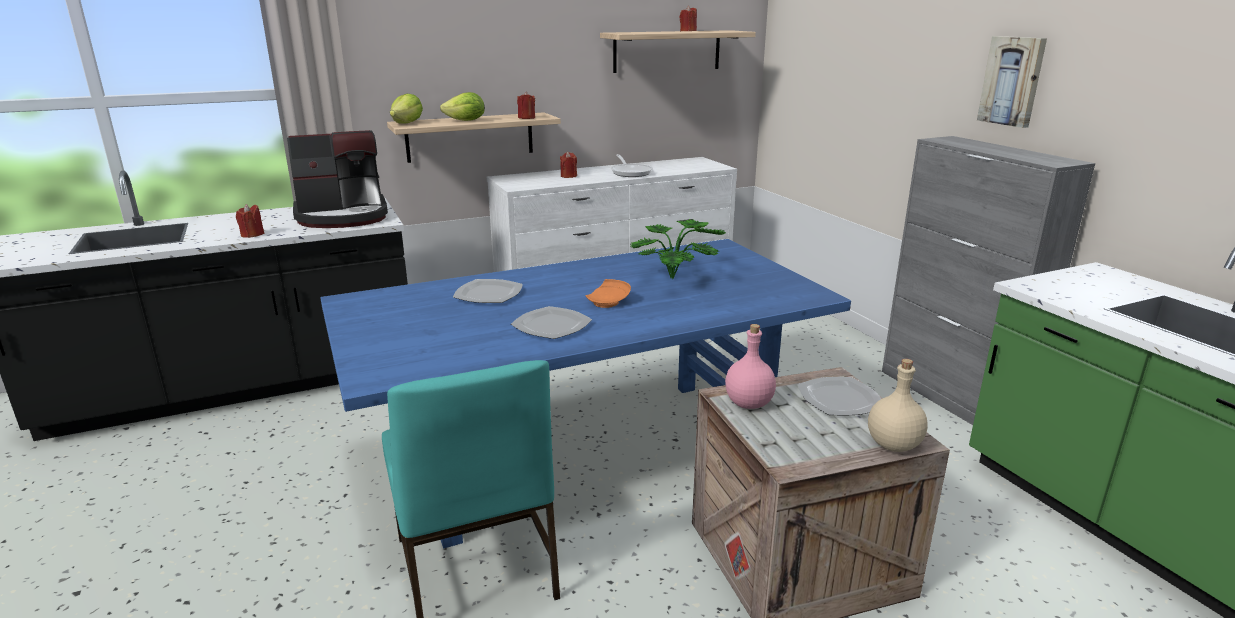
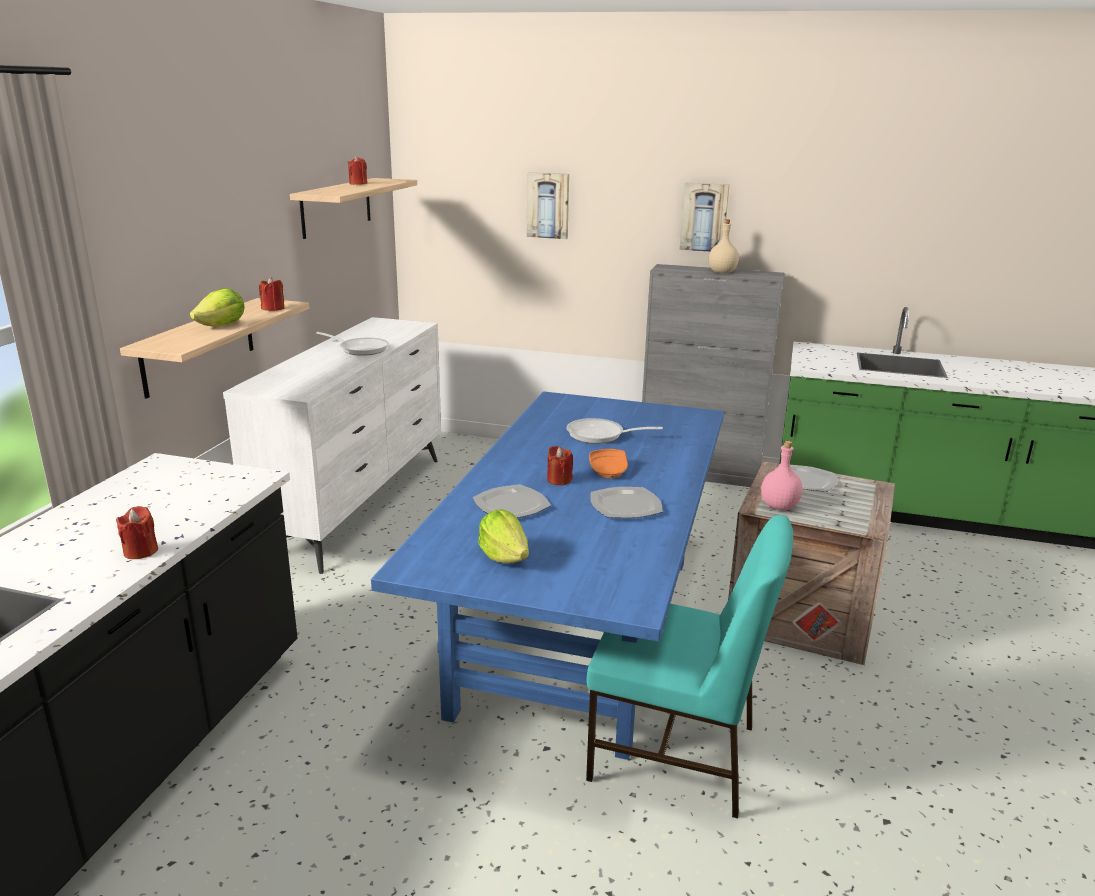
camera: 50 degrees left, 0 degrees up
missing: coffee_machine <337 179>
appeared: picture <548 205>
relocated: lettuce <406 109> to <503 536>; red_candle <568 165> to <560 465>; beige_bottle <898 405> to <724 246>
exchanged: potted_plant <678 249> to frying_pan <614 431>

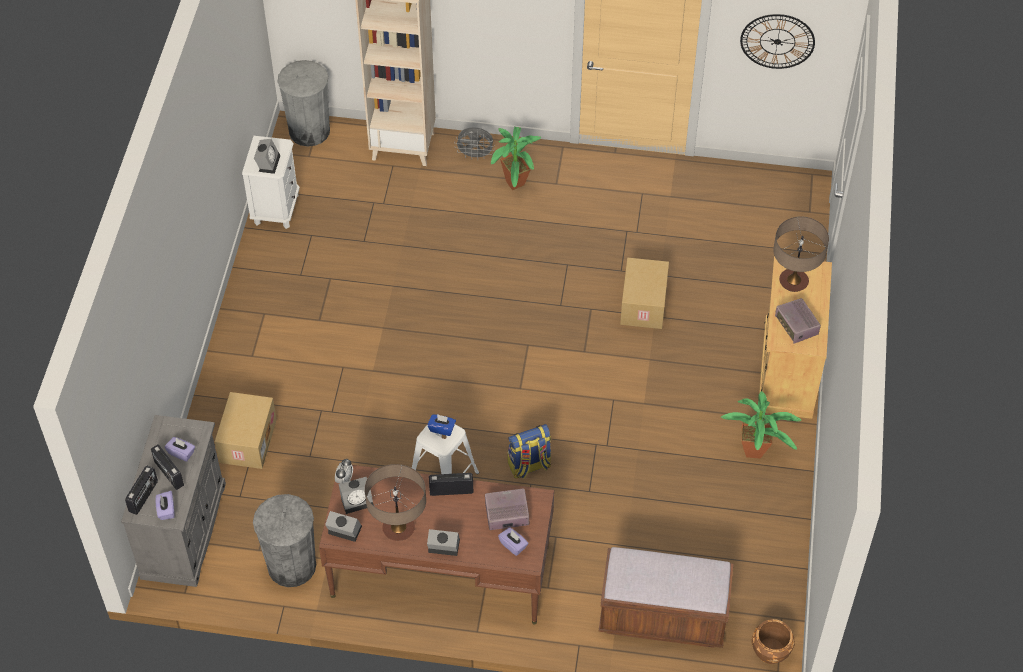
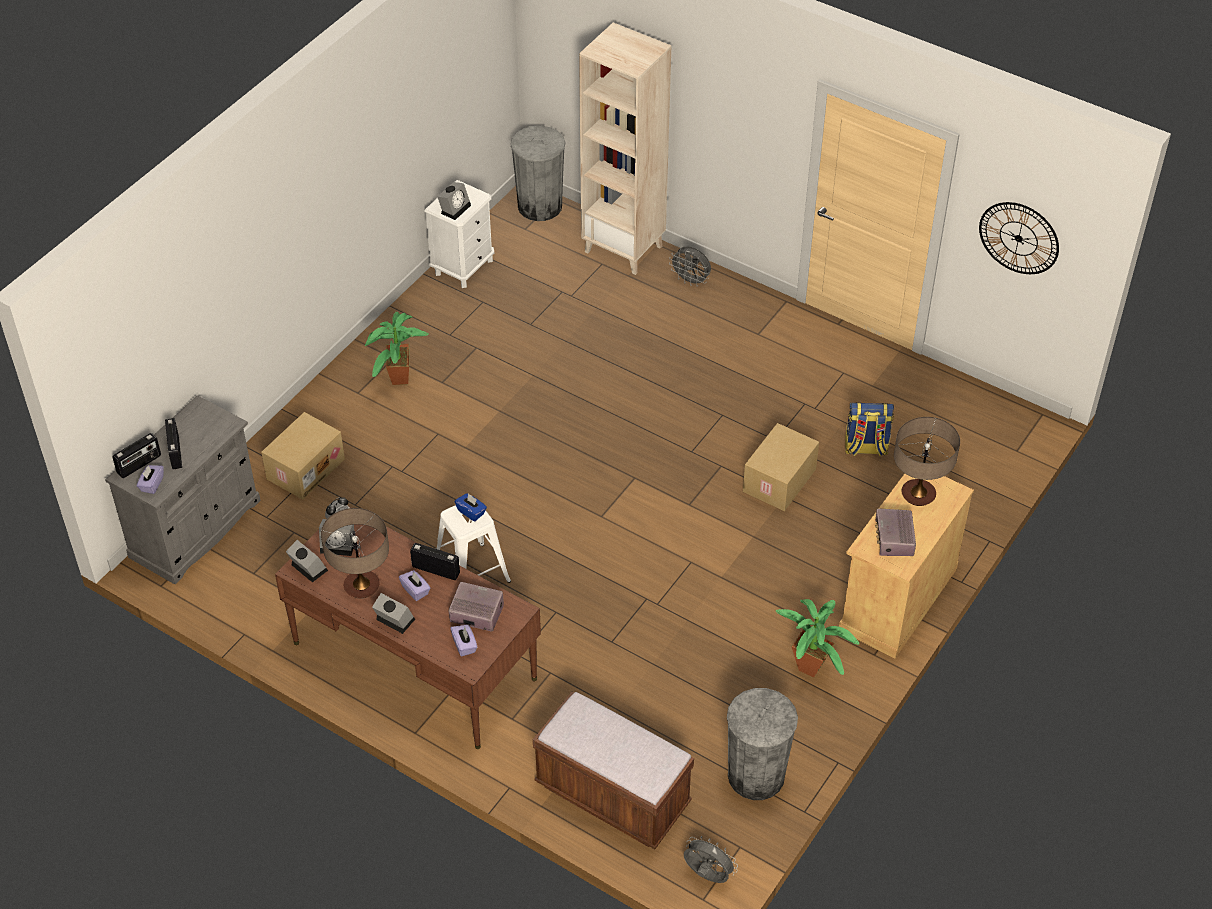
camera: 25 degrees right, 5 degrees down
relocated: potted_plant <516 158> to <396 348>; purple_tissue_box <180 449> to <415 585>; grey_trash_can <284 540> to <762 744>; backpack <529 451> to <869 429>
exchanged: brown_planter <773 641> to grey_fan <711 859>

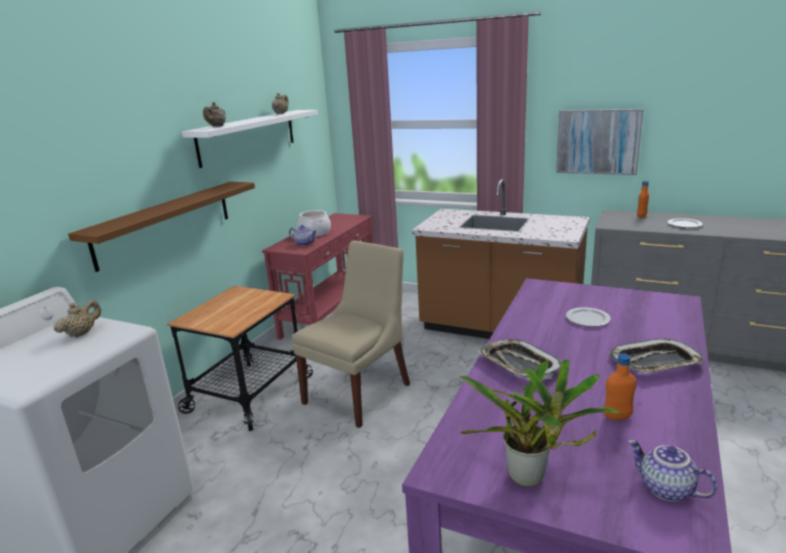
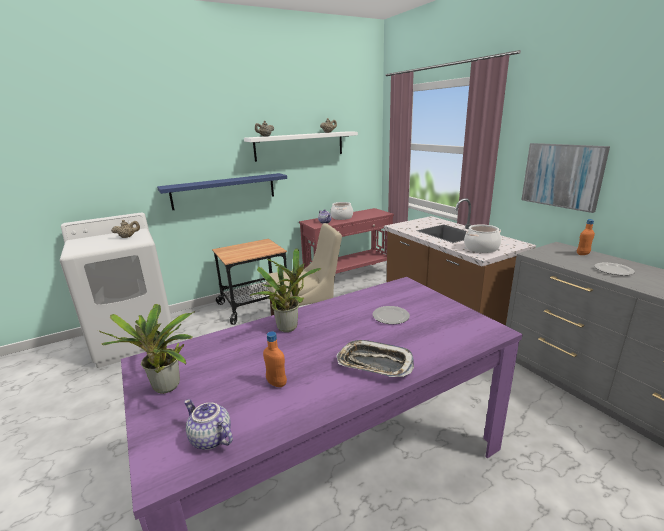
camera: 35 degrees right, 0 degrees up
appeared: cooking_pot <482 238>
exchanged: tray <520 359> to potted_plant <285 290>
colour: brown_shelf <161 227> to blue_shelf <222 191>
spun: teapot <672 470> = <208 424> 45 degrees counterclockwise

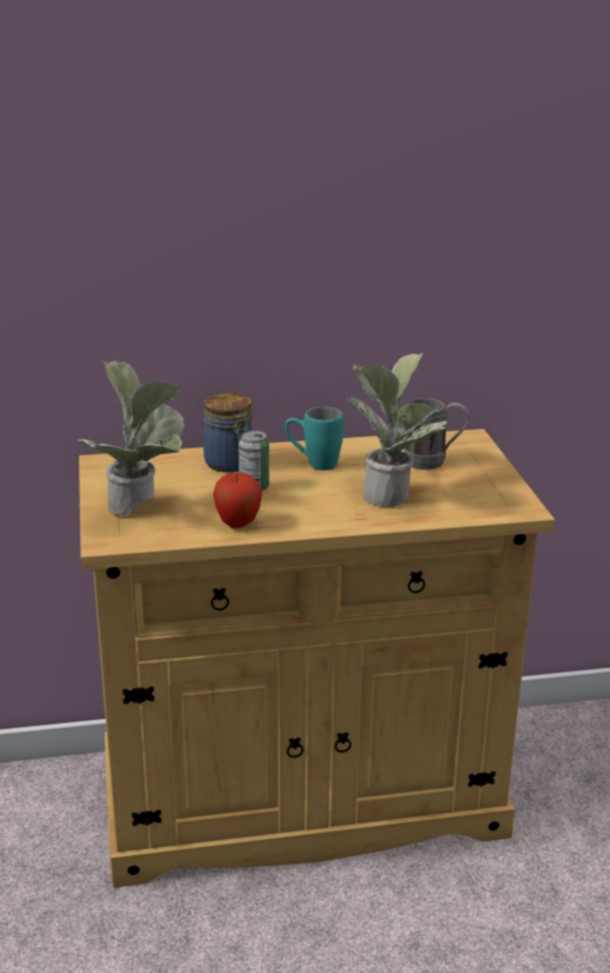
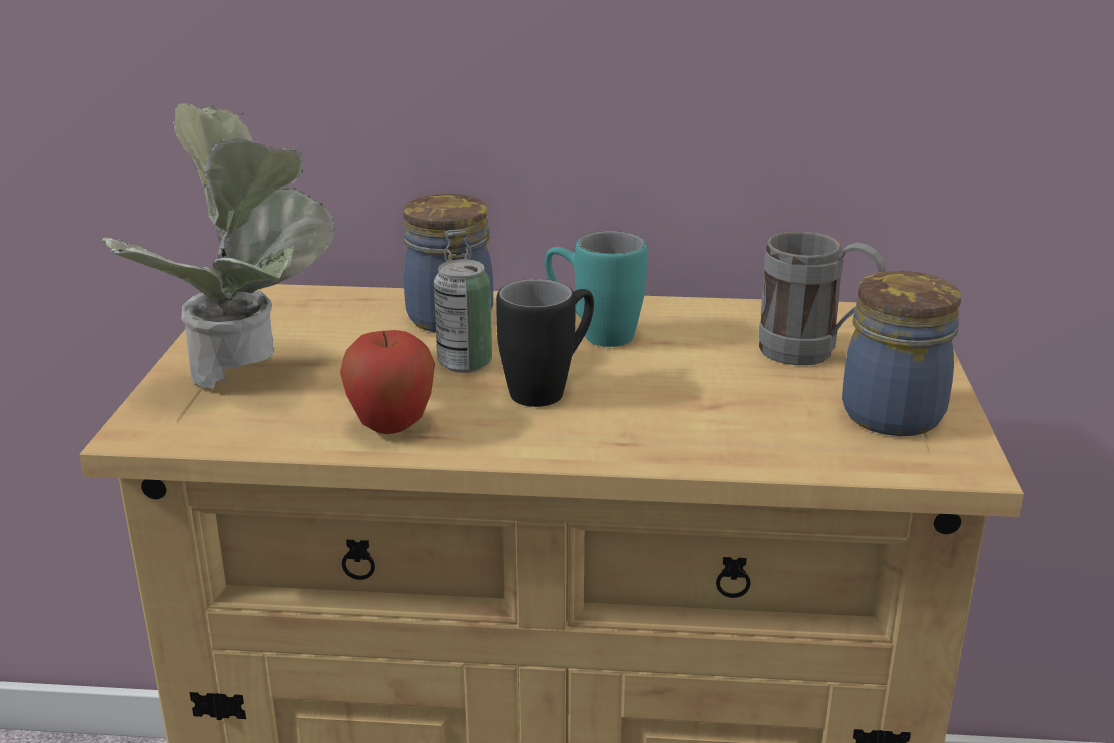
camera: 15 degrees right, 0 degrees up
missing: potted_plant <397 430>
appeared: black_mug <545 343>; jar <901 353>

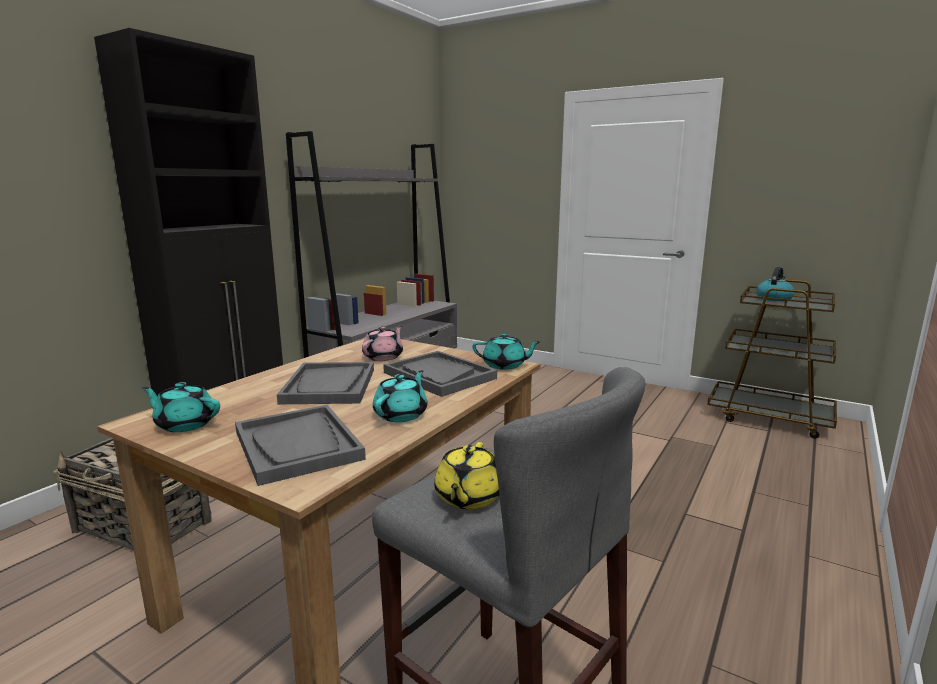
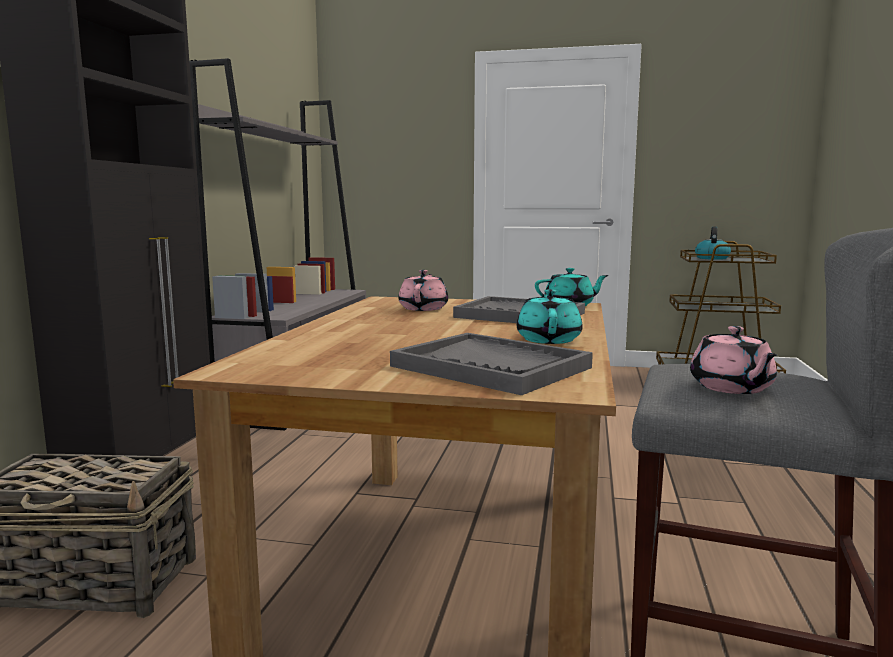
camera: 20 degrees left, 5 degrees down
missing: turquoise_teapot <181 407>; grey_tray <325 383>
colour: yellow_teapot <467 475> to pink_teapot <733 360>

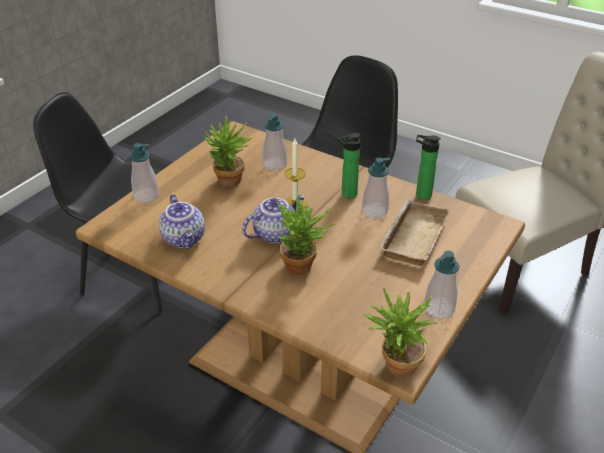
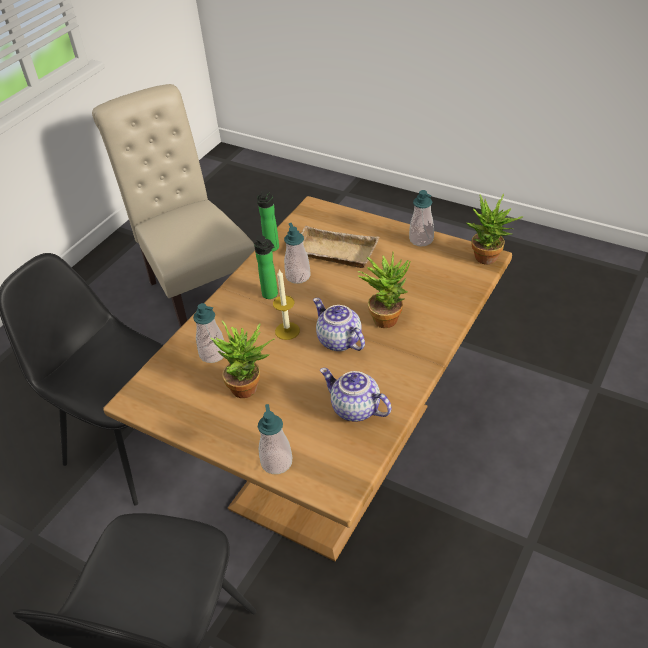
camera: 90 degrees left, 5 degrees up
spun: teapot <182 221> = <356 395> 120 degrees counterclockwise

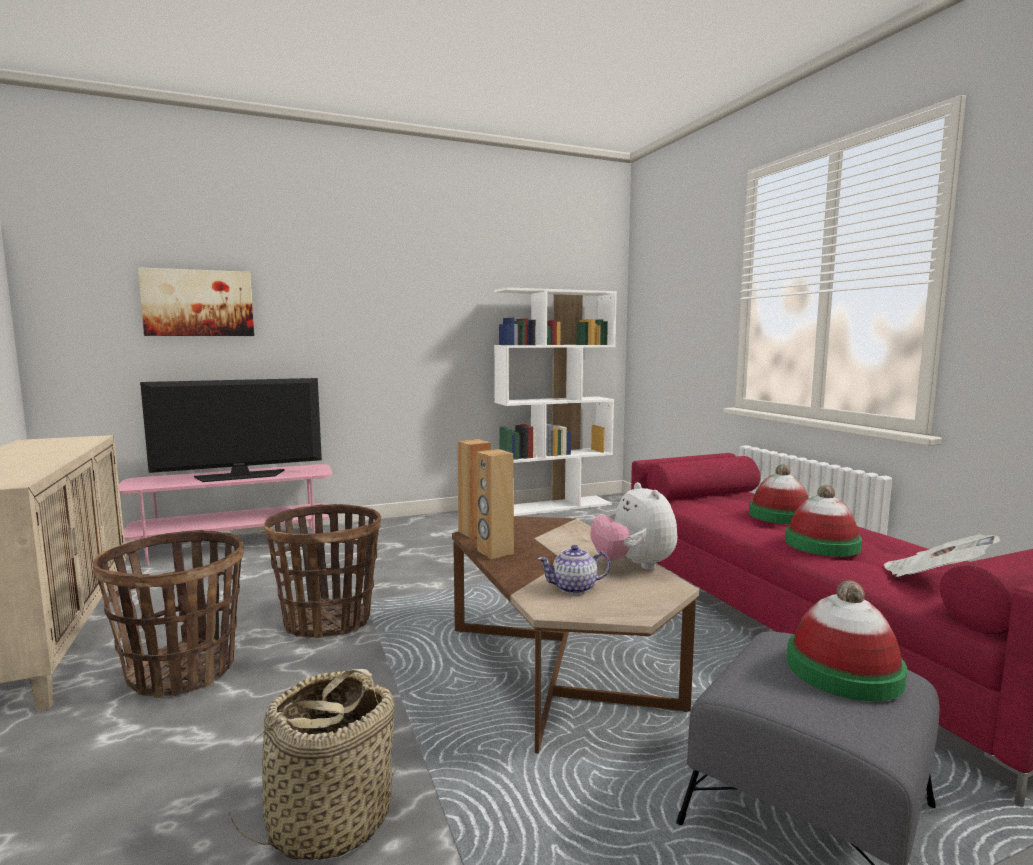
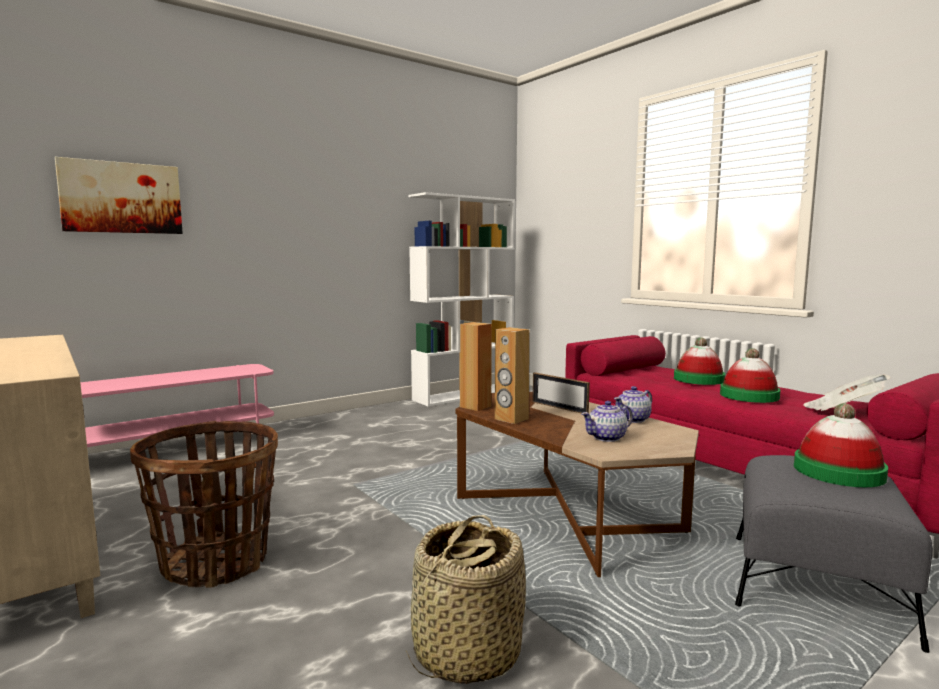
camera: 15 degrees left, 0 degrees up
missing: television <231 430>; basket <322 571>
appeared: picture_frame <561 392>
exchanged: plush_toy <634 526> to teapot <633 404>

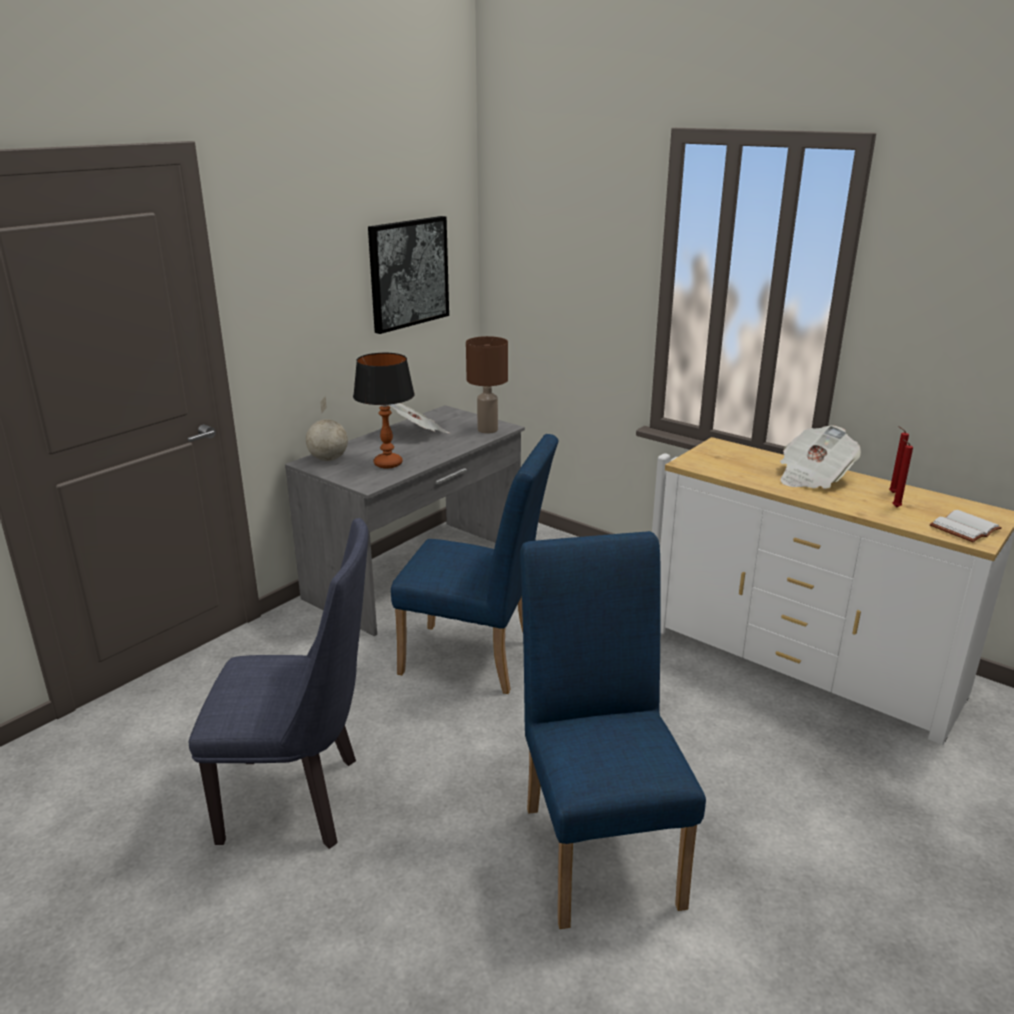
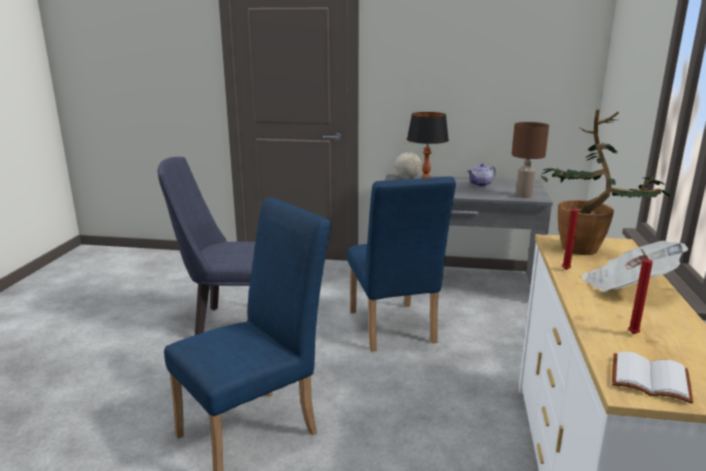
camera: 60 degrees right, 5 degrees down
missing: picture <408 275>
appeared: potted_plant <606 182>
relocated: red_candle <899 459> to <570 235>
exchanged: newspaper <419 418> to teapot <481 175>
spun: blue_chair <278 683> = <206 246> 120 degrees clockwise

